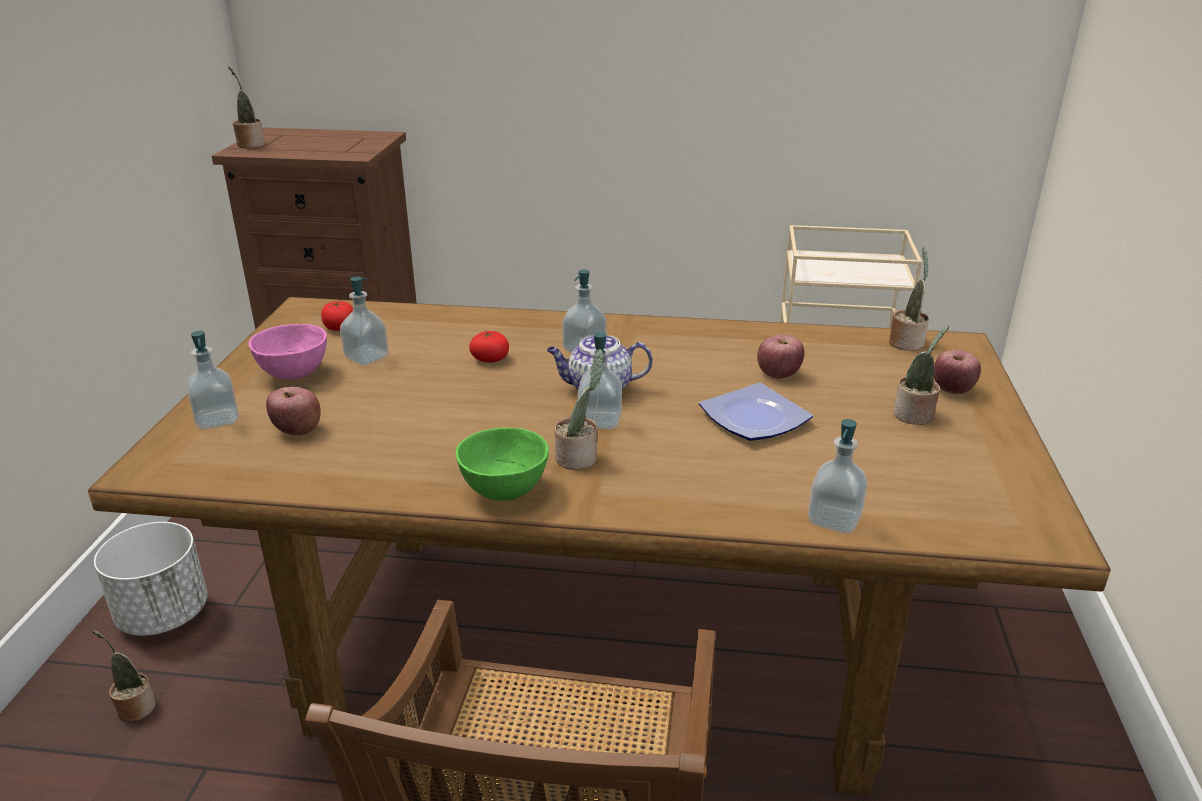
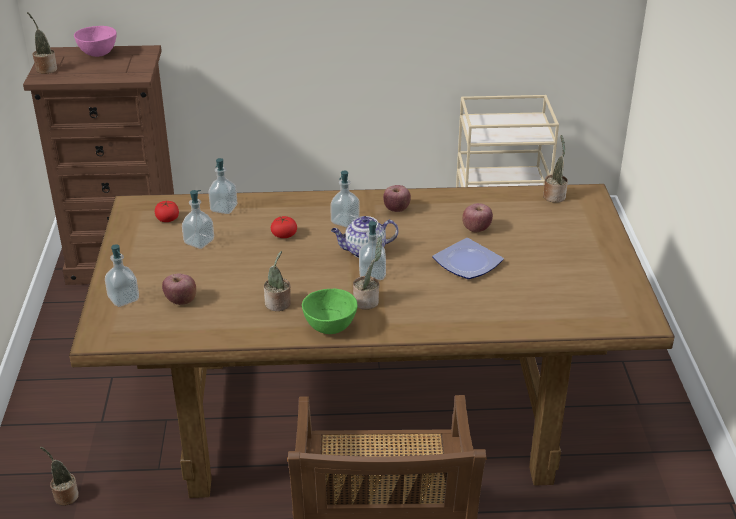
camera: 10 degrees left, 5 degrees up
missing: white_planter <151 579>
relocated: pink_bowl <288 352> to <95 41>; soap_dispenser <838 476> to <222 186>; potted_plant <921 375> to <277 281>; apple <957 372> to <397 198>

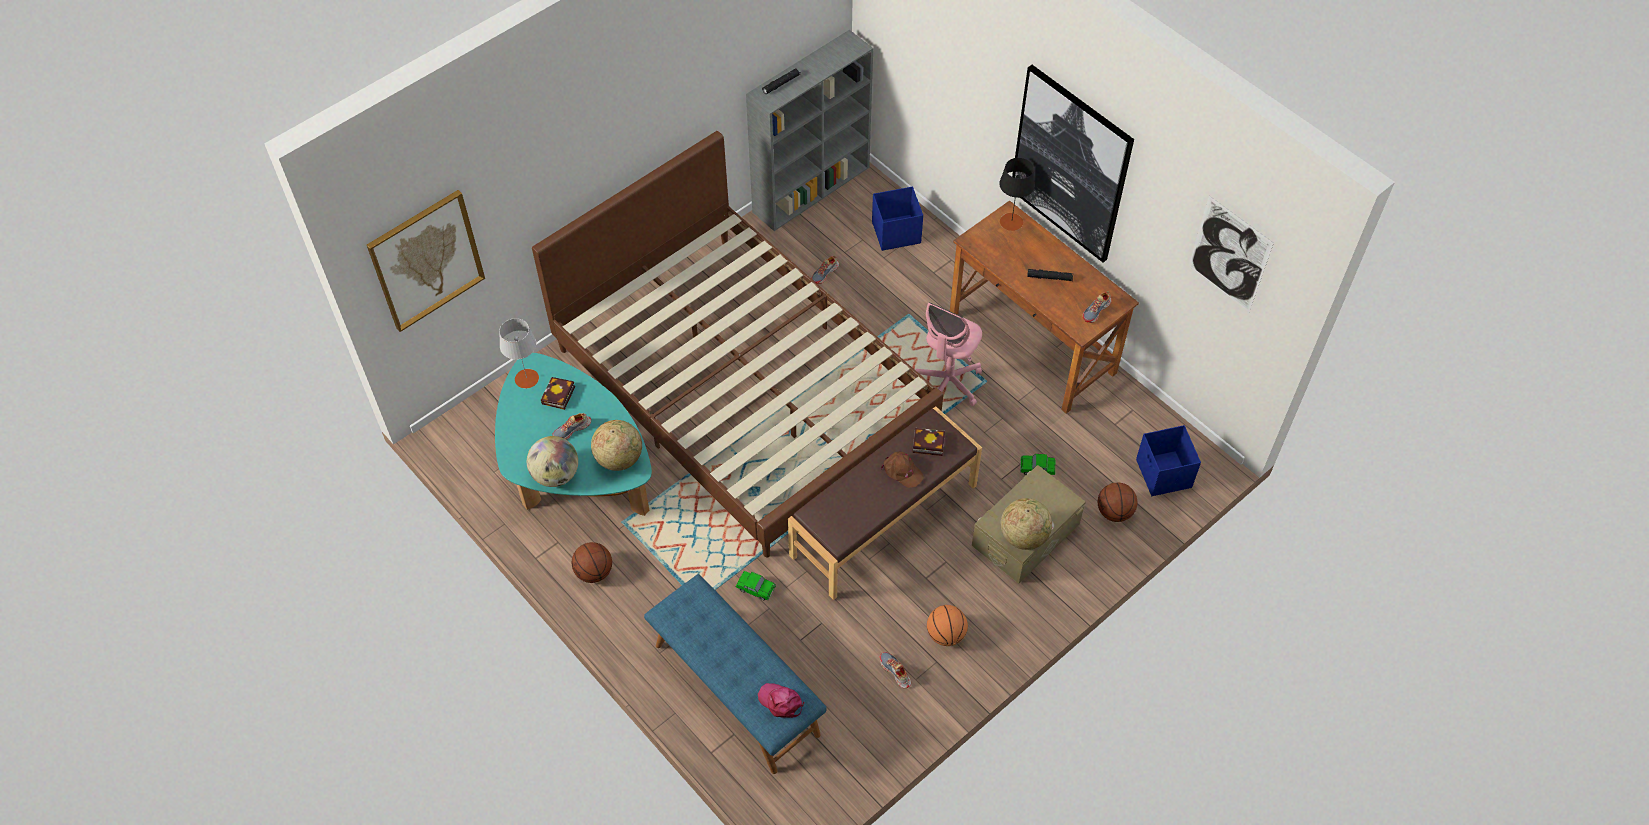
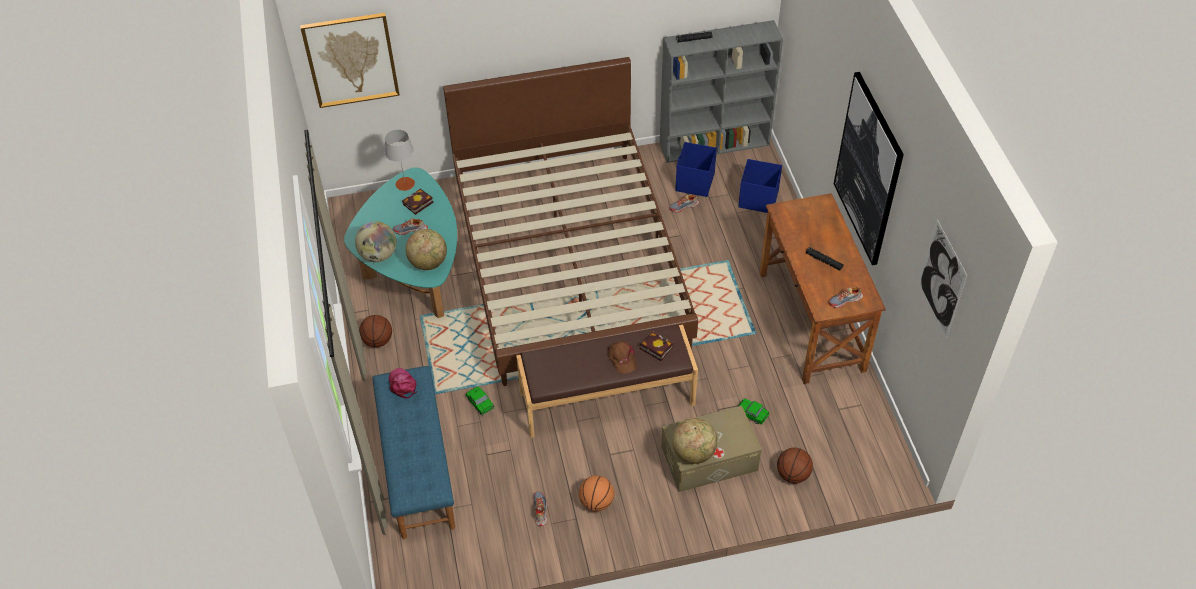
camera: 30 degrees right, 5 degrees down
missing: pink_office_chair <948 354>; black_table_lamp <1017 194>
relocated: pink_cap <781 700> to <403 383>; blue_storage_box <1168 460> to <696 169>

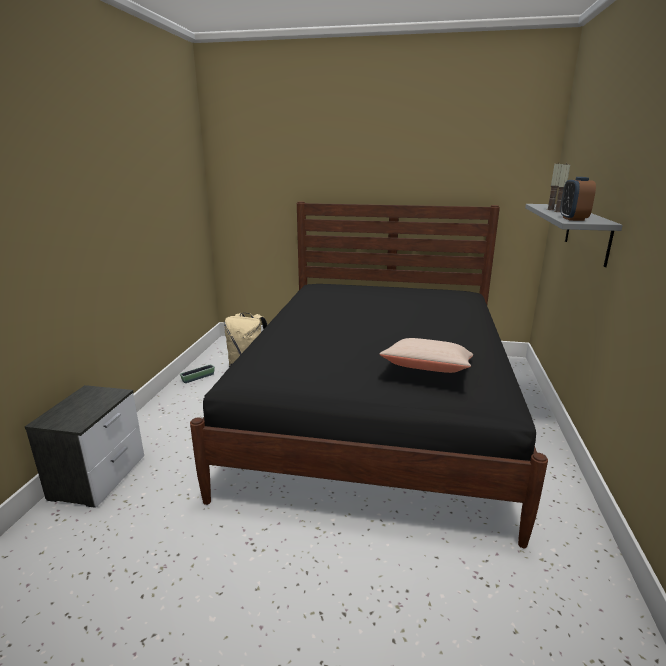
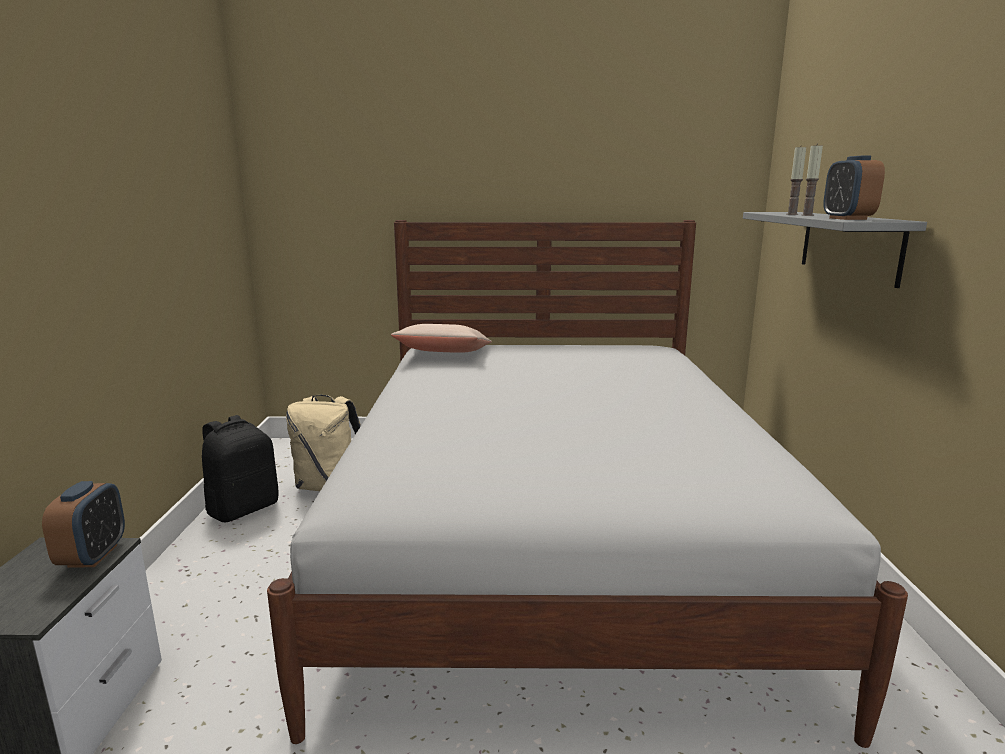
camera: 10 degrees left, 5 degrees down
appeared: alarm_clock <83 524>
relocated: beige_pillow <426 355> to <441 338>
exchanged: planter <197 373> to black_backpack <240 468>
colour: black_bed <369 374> to white_bed <587 484>

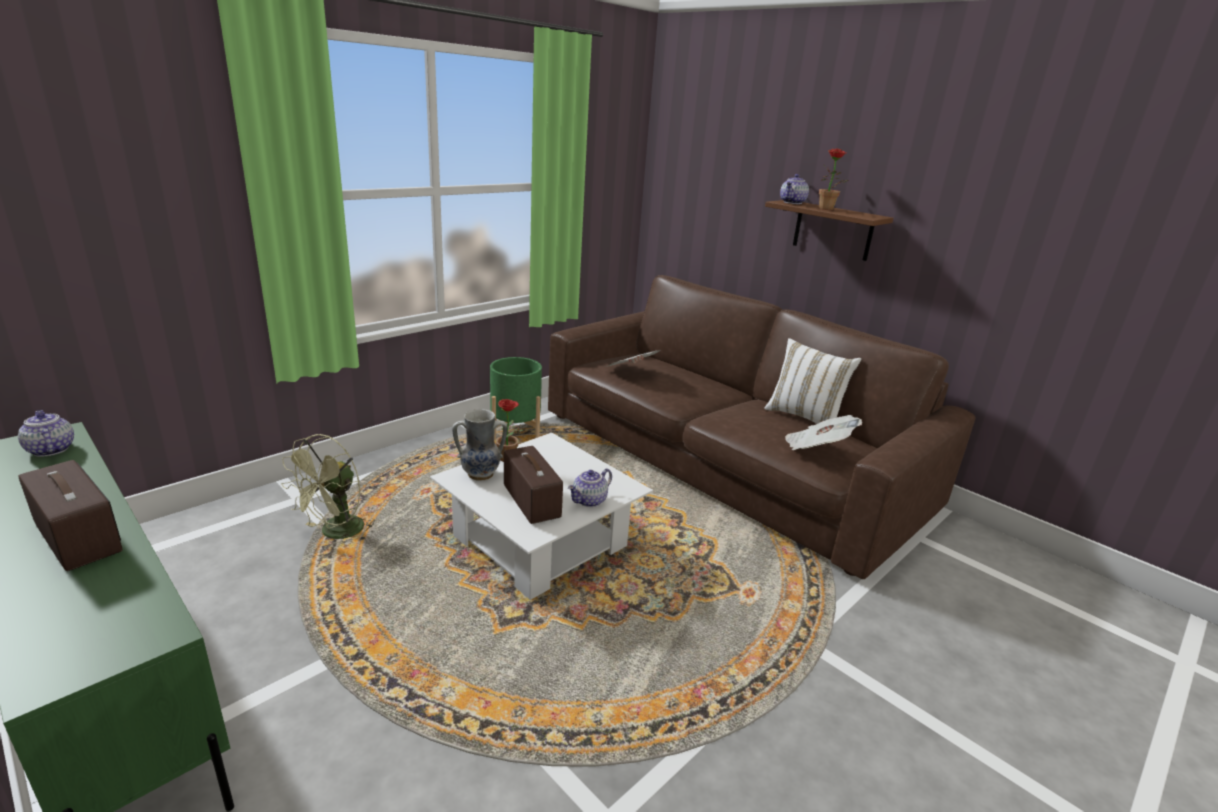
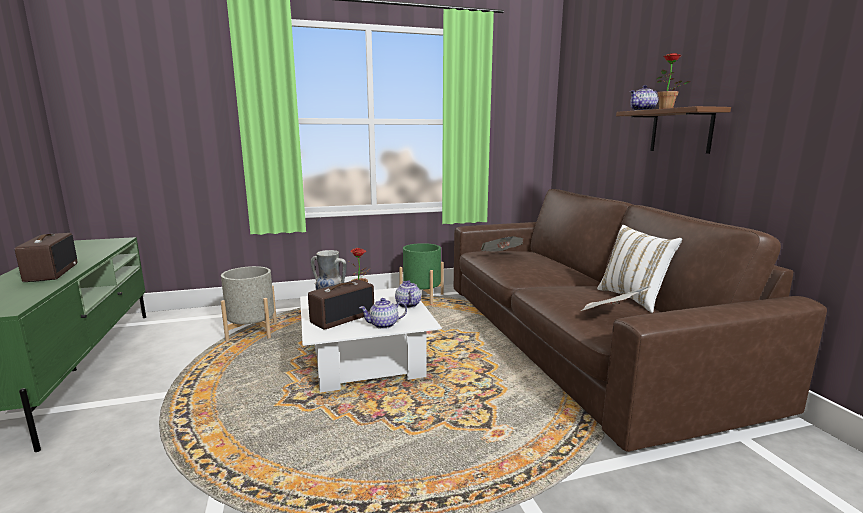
camera: 30 degrees right, 10 degrees down
relocated: teapot <46 433> to <408 294>
exchanged: green_fan <328 488> to grey_planter <249 303>
spun: radio <533 485> = <341 304> 45 degrees clockwise

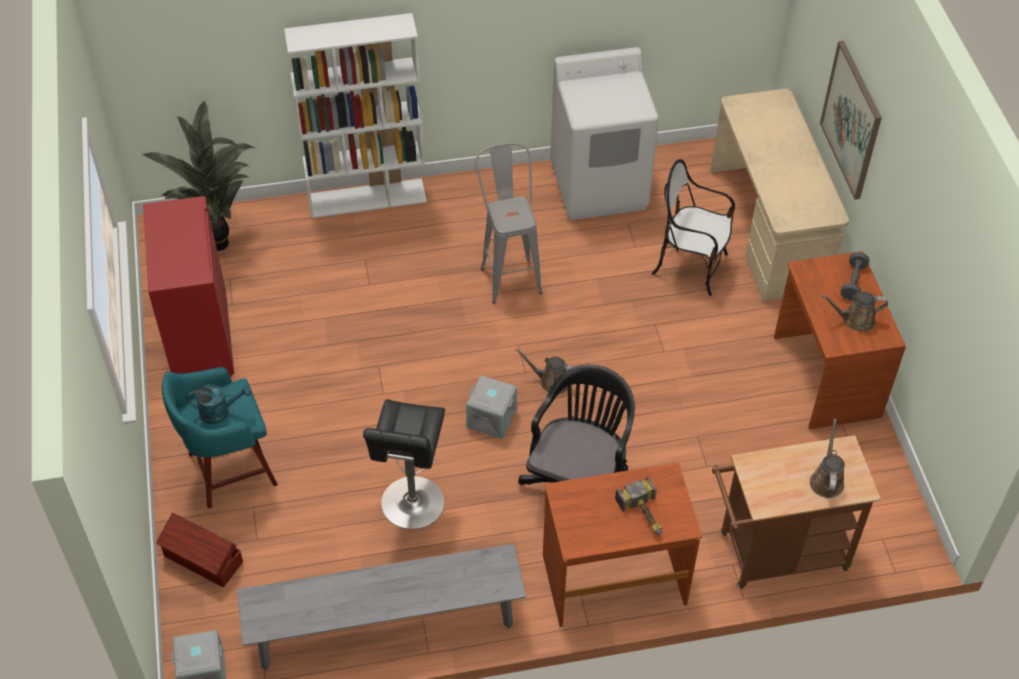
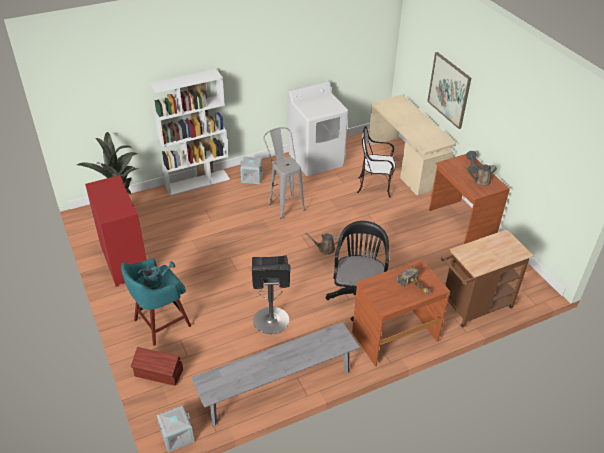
camera: 15 degrees left, 10 degrees down
missing: brown_watering_can <827 458>
relocated: grey_storage_box <491 407> to <251 170>

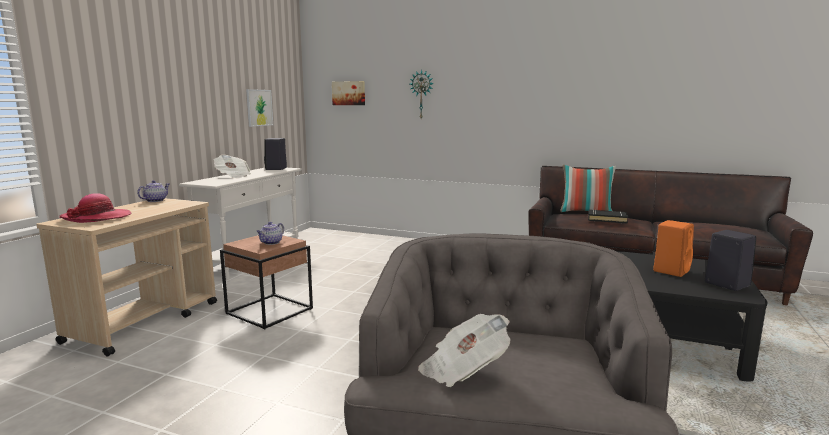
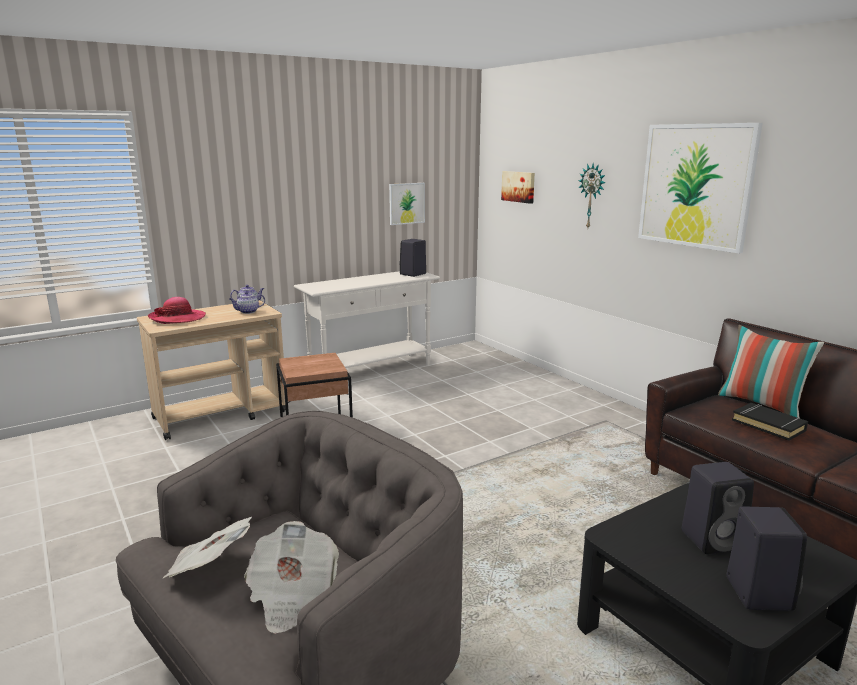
camera: 35 degrees right, 5 degrees up
appeared: picture <700 188>
relocated: teapot <270 233> to <247 302>; newspaper <232 167> to <291 577>
colour: orange_speaker <673 248> to black_speaker <718 508>

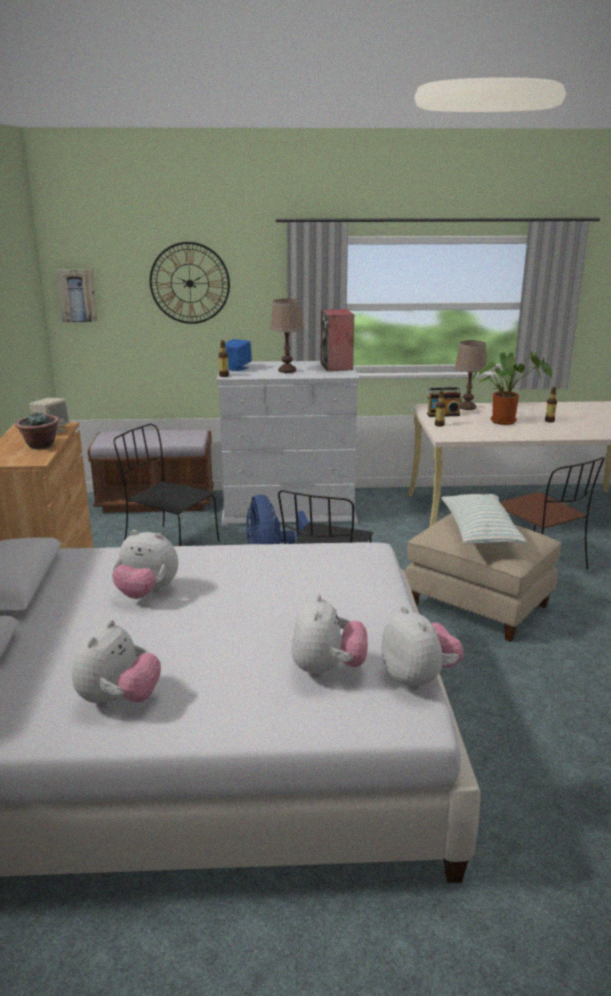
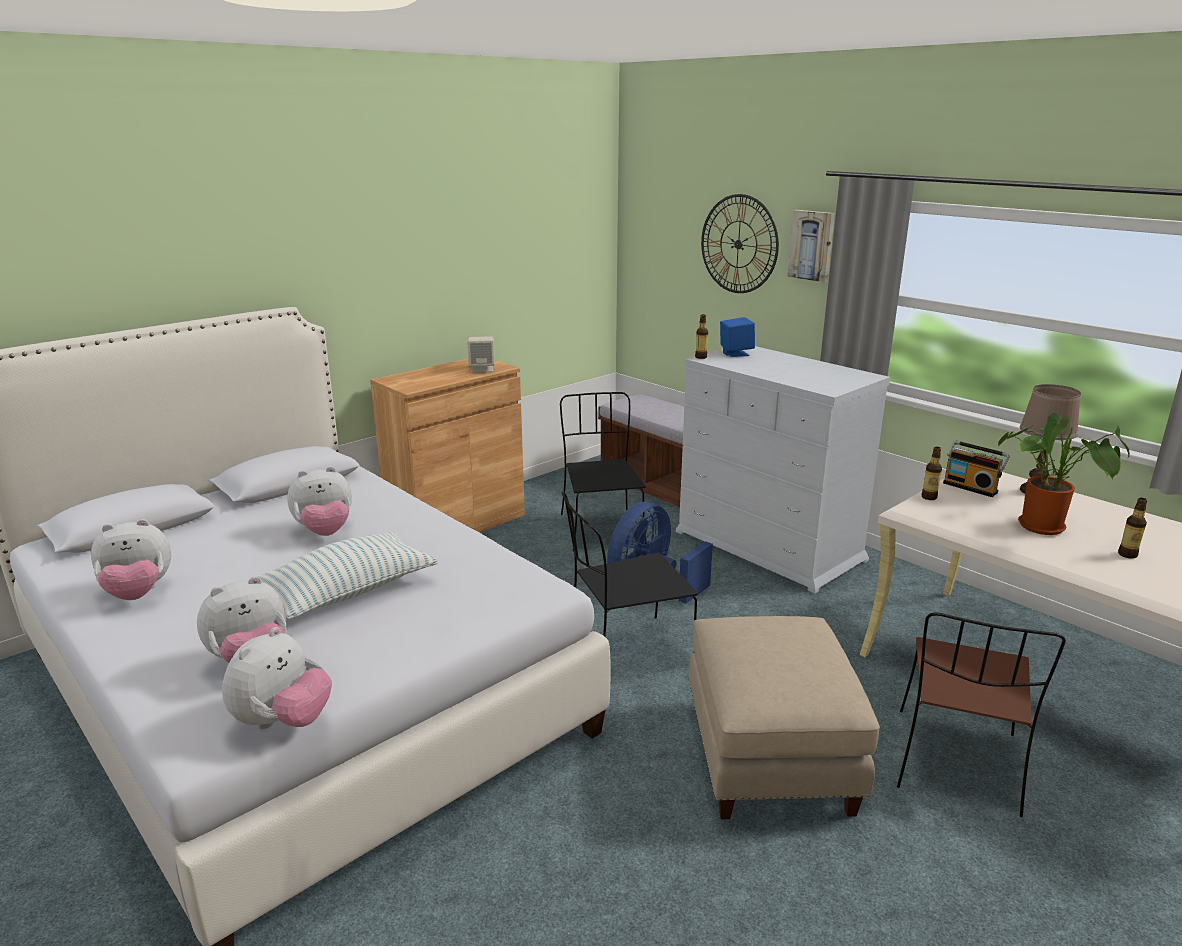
camera: 50 degrees right, 0 degrees up
missing: potted_plant <37 430>; brown_table_lamp <287 336>; speaker <337 340>
relocated: pillow <484 519> to <347 575>; picture <76 295> to <811 246>
spun: plush_toy <145 564> = <319 501> 90 degrees counterclockwise

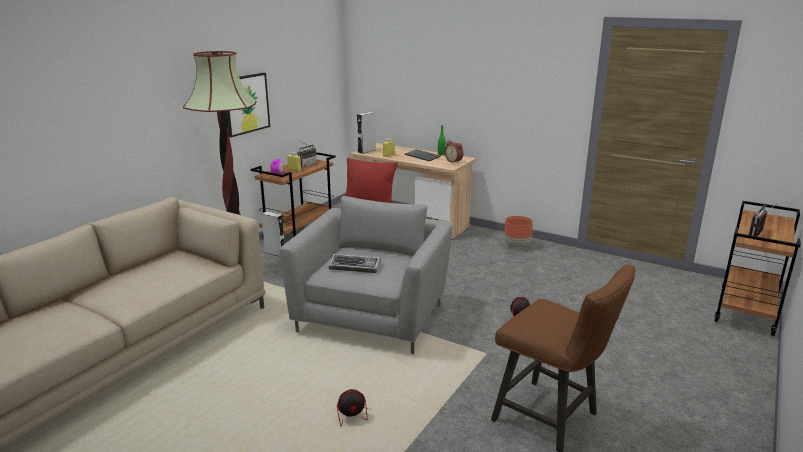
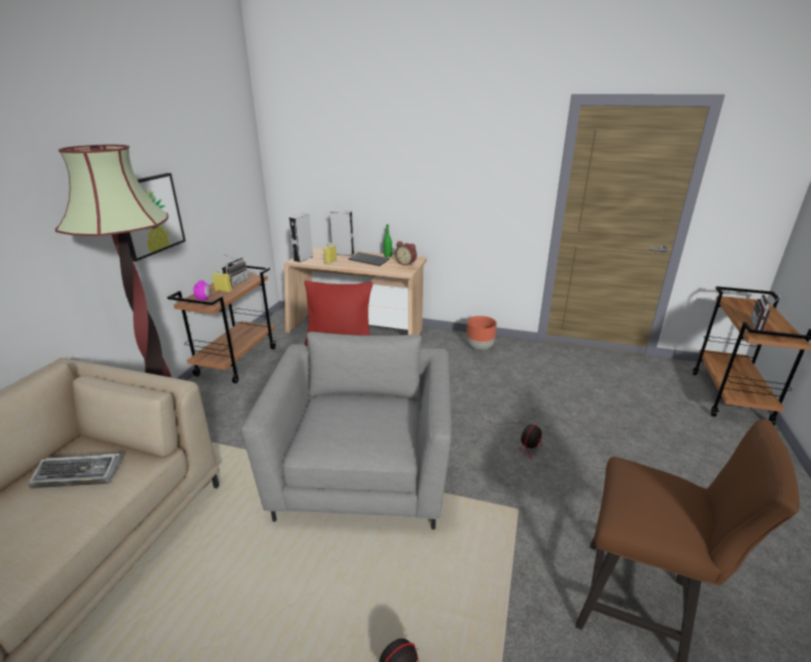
camera: 15 degrees left, 5 degrees up
relocated: keyboard <355 263> to <75 471>; grey_speaker <273 234> to <342 233>

